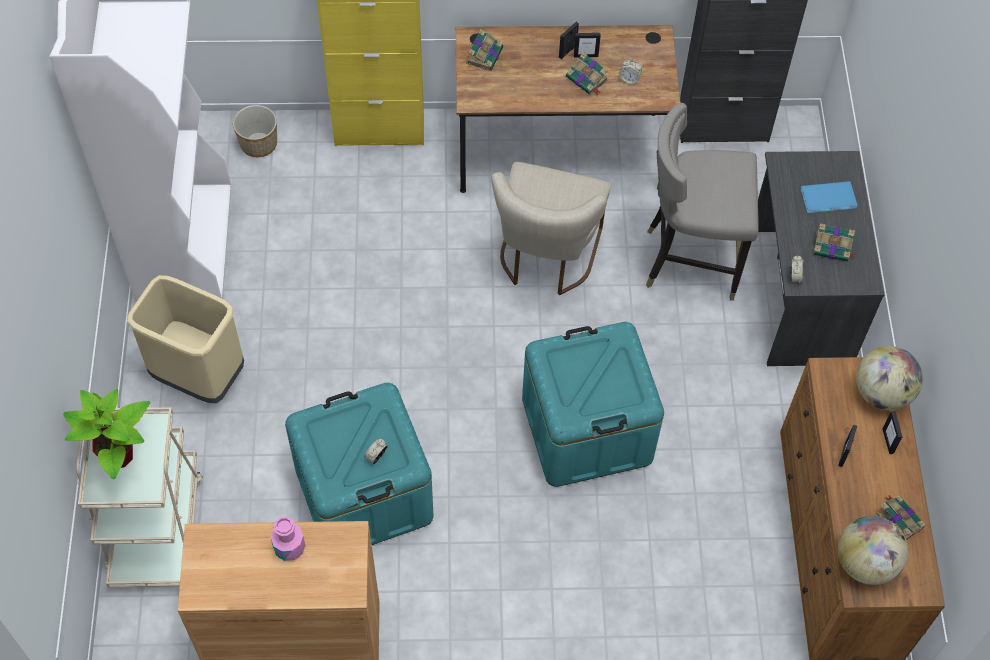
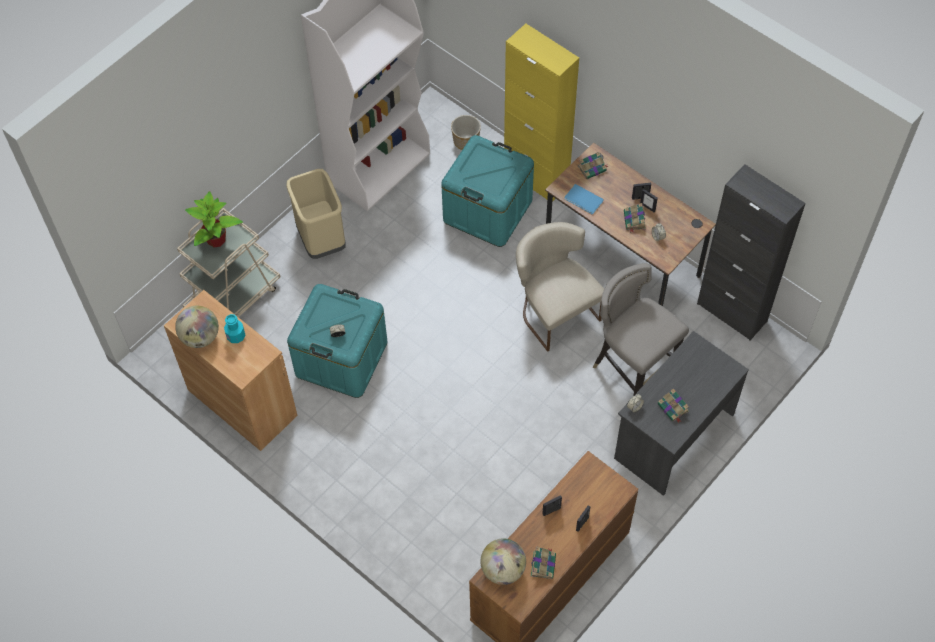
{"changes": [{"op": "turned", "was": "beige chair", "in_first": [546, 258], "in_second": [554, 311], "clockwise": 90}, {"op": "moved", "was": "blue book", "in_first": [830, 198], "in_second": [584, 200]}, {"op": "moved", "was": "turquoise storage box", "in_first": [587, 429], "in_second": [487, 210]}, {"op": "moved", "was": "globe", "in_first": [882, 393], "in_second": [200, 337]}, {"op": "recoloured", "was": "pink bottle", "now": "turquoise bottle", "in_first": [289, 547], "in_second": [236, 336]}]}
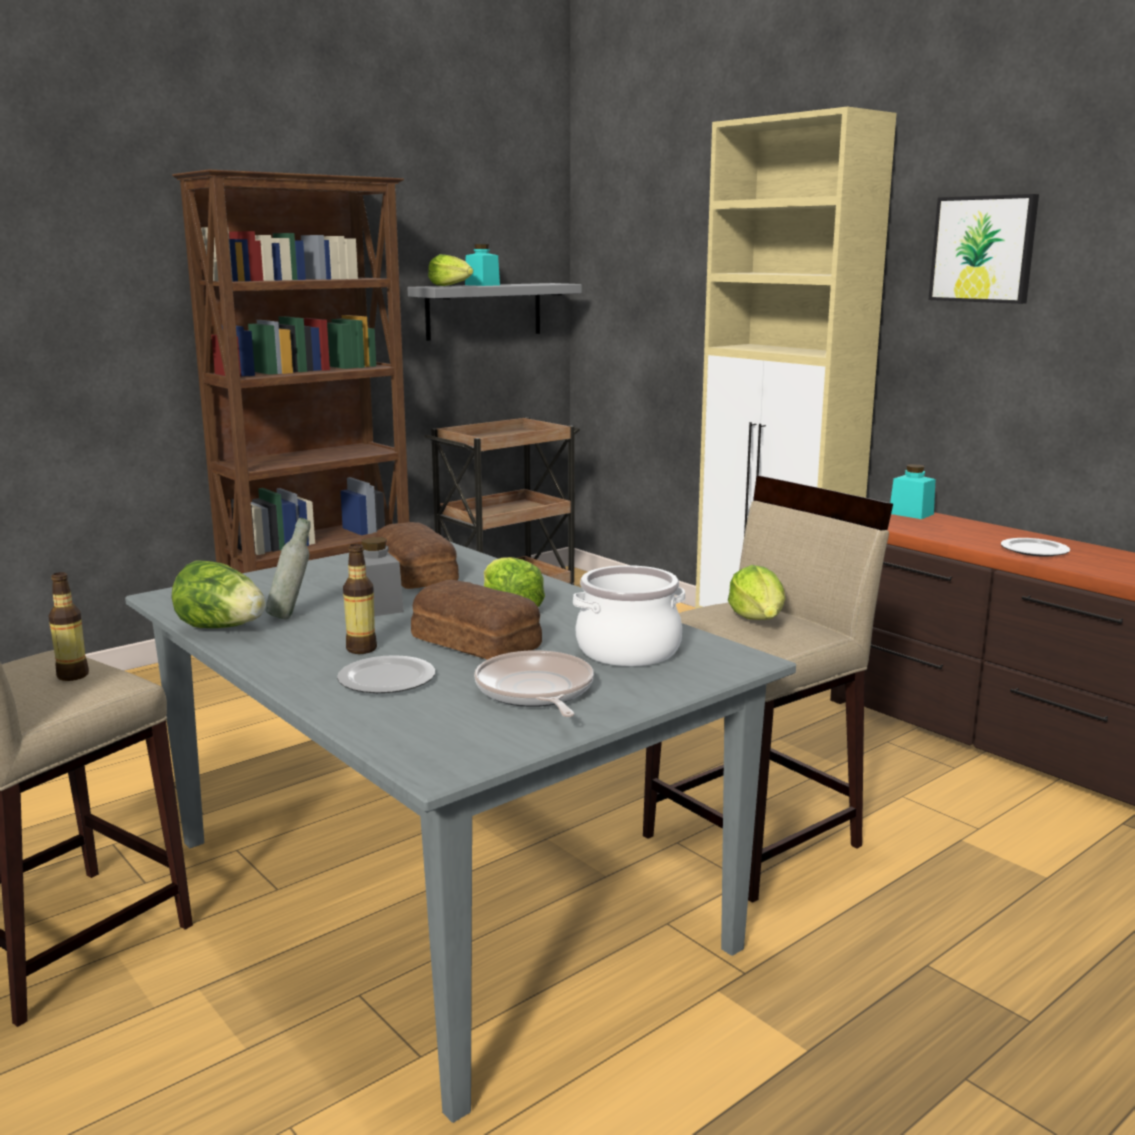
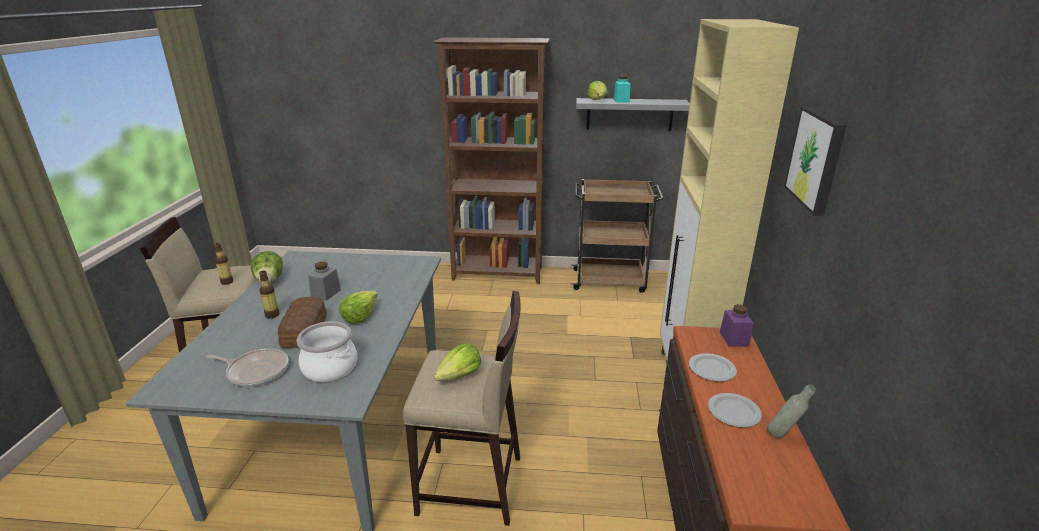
{"changes": [{"op": "recoloured", "was": "turquoise jar", "now": "purple jar", "in_first": [911, 514], "in_second": [734, 339]}, {"op": "moved", "was": "grey bottle", "in_first": [291, 616], "in_second": [783, 435]}, {"op": "removed", "was": "bread", "in_first": [414, 574]}, {"op": "turned", "was": "frying pan", "in_first": [535, 692], "in_second": [256, 371], "clockwise": 75}, {"op": "moved", "was": "plate", "in_first": [385, 680], "in_second": [711, 369]}]}
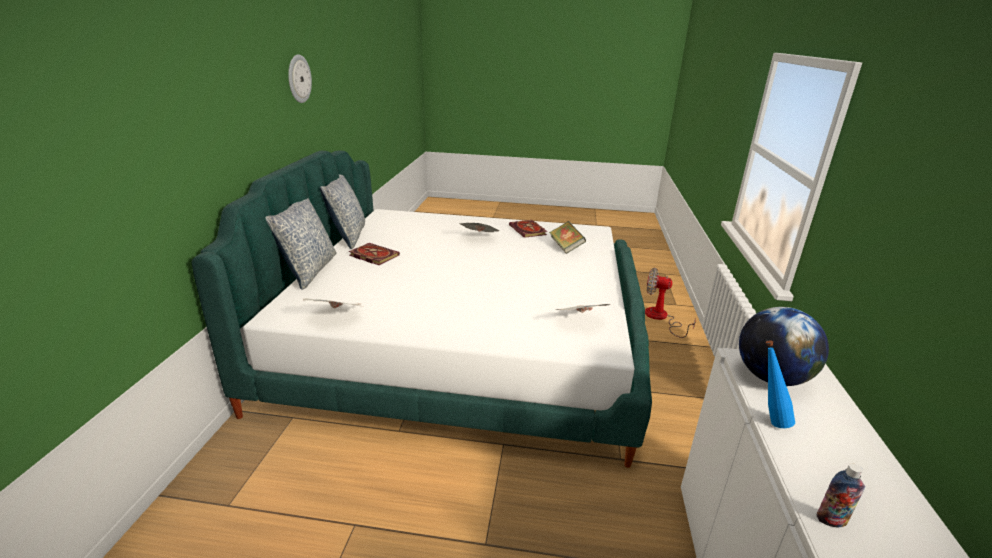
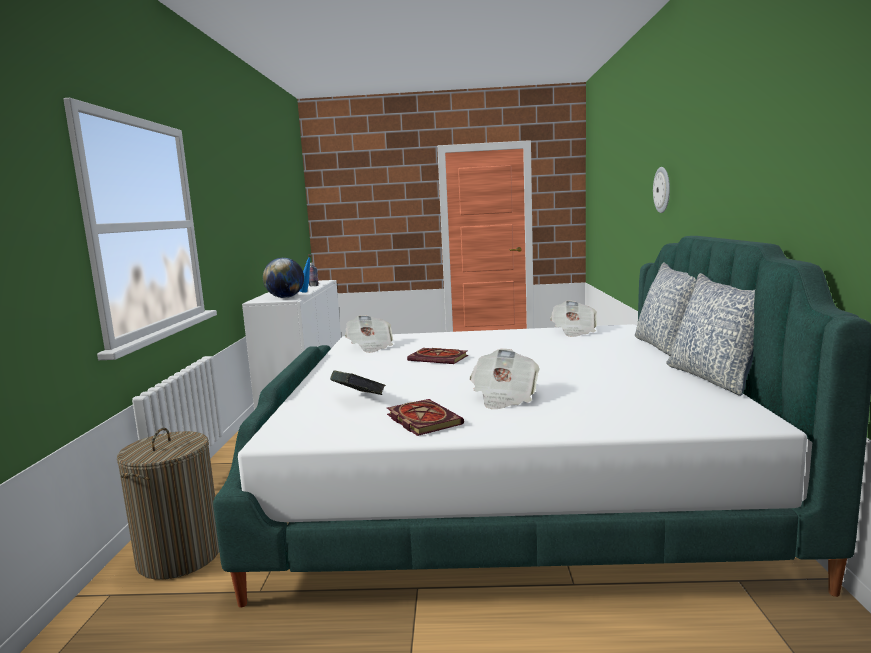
{"changes": [{"op": "moved", "was": "wall clock", "in_first": [298, 79], "in_second": [662, 190]}, {"op": "moved", "was": "book", "in_first": [372, 255], "in_second": [440, 358]}, {"op": "replaced", "was": "fan", "now": "laundry basket", "in_first": [661, 318], "in_second": [180, 555]}]}
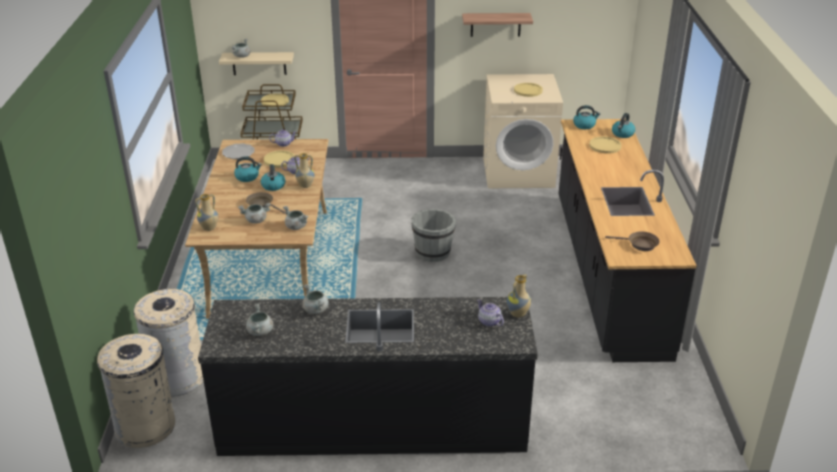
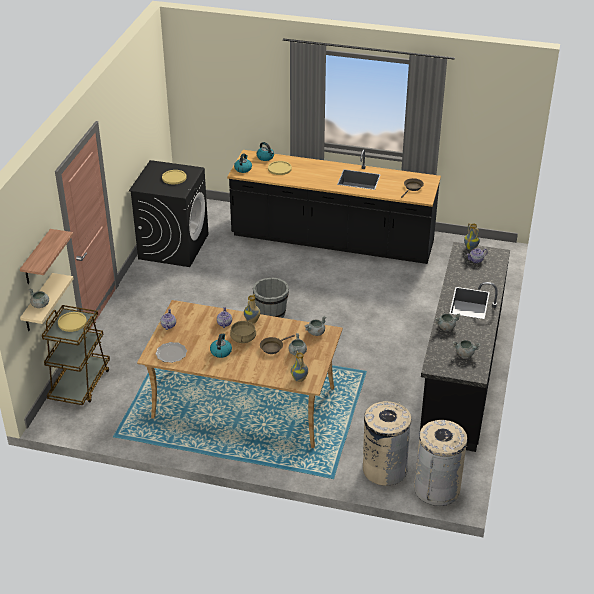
{"changes": [{"op": "moved", "was": "shelf", "in_first": [495, 24], "in_second": [37, 258]}, {"op": "recoloured", "was": "beige washing machine", "now": "black washing machine", "in_first": [518, 172], "in_second": [173, 246]}, {"op": "removed", "was": "yellow plate", "in_first": [279, 160]}, {"op": "replaced", "was": "kettle", "now": "beige cooking pot", "in_first": [273, 185], "in_second": [243, 338]}]}
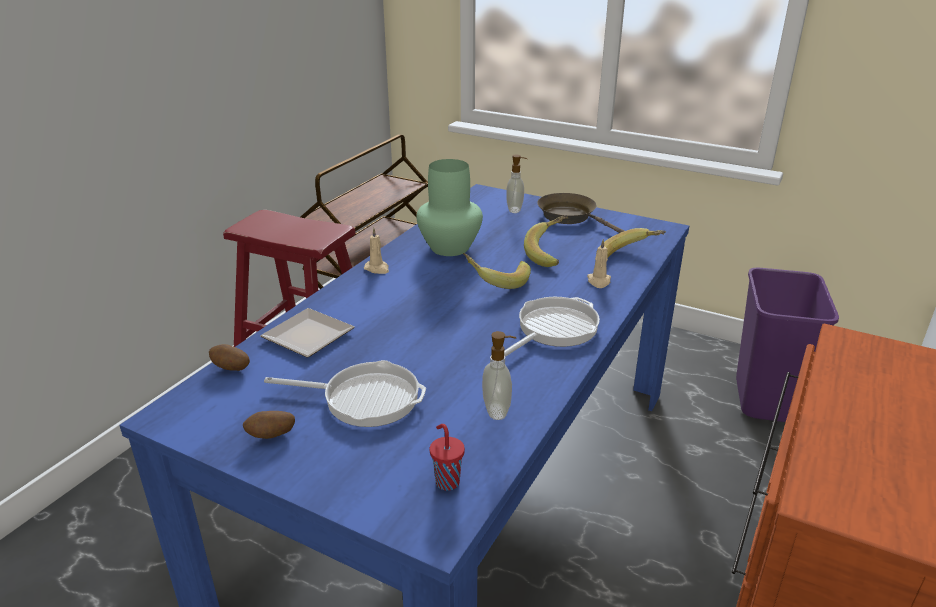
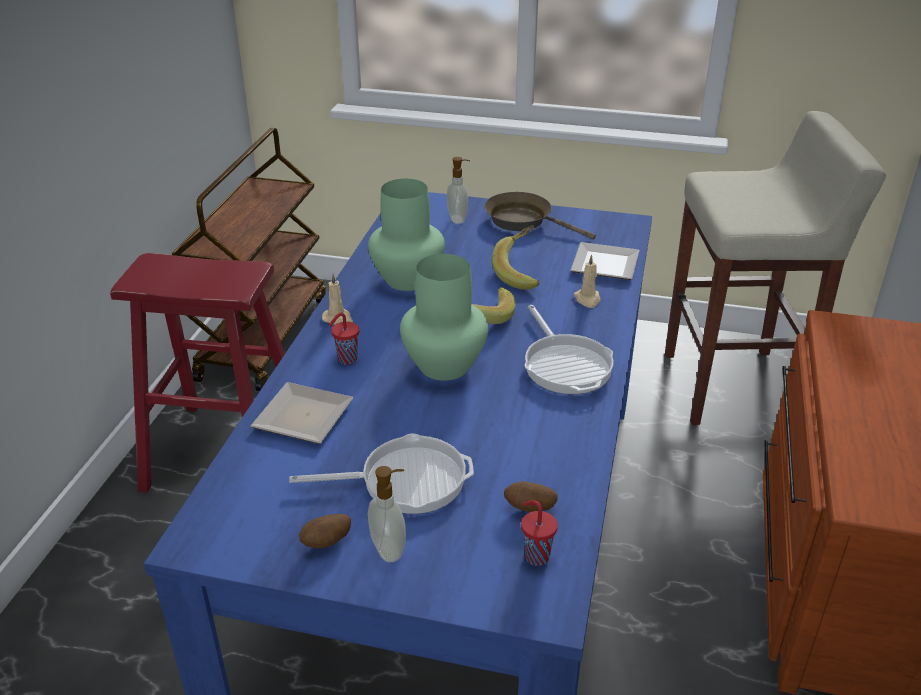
{"changes": [{"op": "replaced", "was": "banana", "now": "plate", "in_first": [628, 258], "in_second": [606, 266]}, {"op": "replaced", "was": "purple trash can", "now": "beige stool", "in_first": [765, 400], "in_second": [734, 387]}, {"op": "turned", "was": "frying pan", "in_first": [553, 329], "in_second": [565, 365], "clockwise": 135}, {"op": "moved", "was": "soap dispenser", "in_first": [498, 410], "in_second": [390, 549]}, {"op": "moved", "was": "potato", "in_first": [231, 369], "in_second": [529, 509]}, {"op": "added", "now": "green vase", "in_second": [446, 365]}, {"op": "added", "now": "red cup", "in_second": [346, 359]}]}
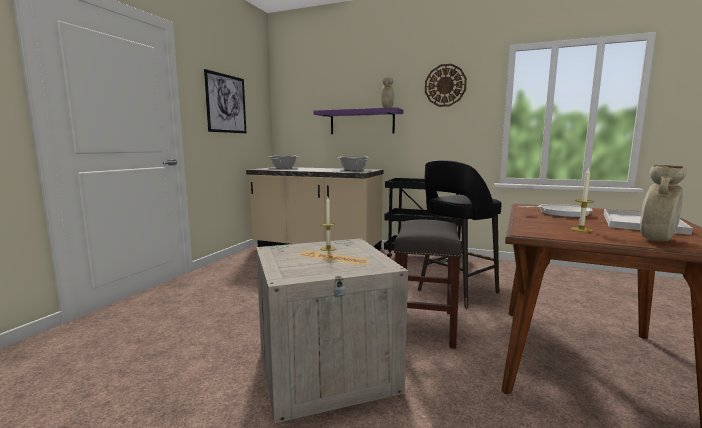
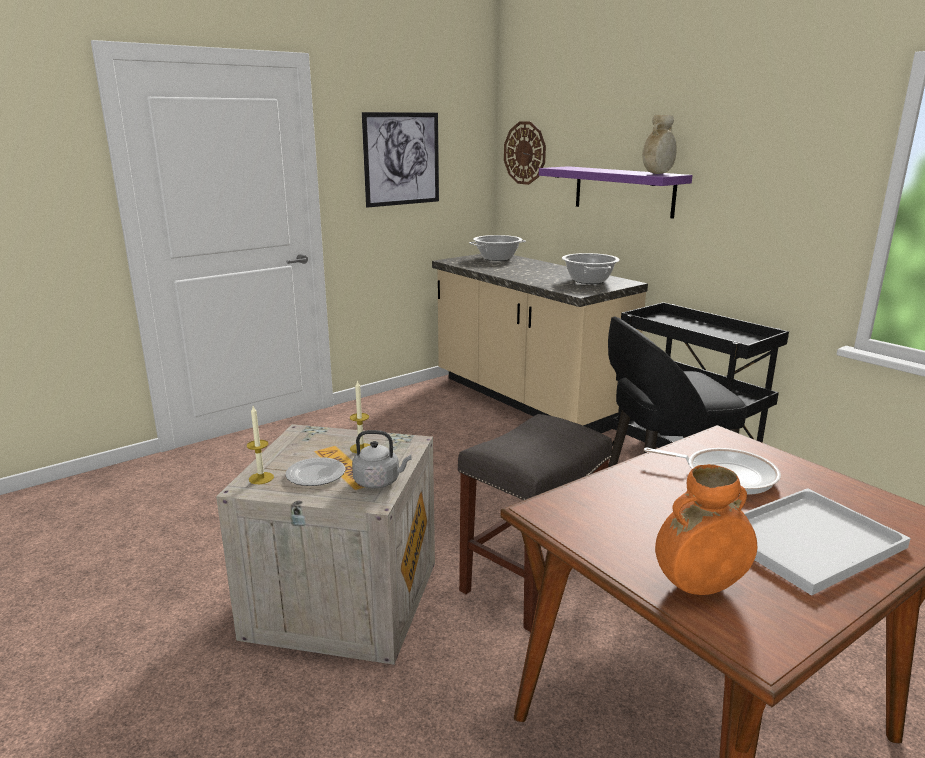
{"changes": [{"op": "moved", "was": "wall clock", "in_first": [445, 85], "in_second": [525, 153]}, {"op": "recoloured", "was": "beige vase", "now": "orange vase", "in_first": [656, 240], "in_second": [699, 587]}, {"op": "moved", "was": "candle", "in_first": [581, 229], "in_second": [261, 478]}, {"op": "added", "now": "grey kettle", "in_second": [379, 482]}, {"op": "added", "now": "plate", "in_second": [316, 475]}]}
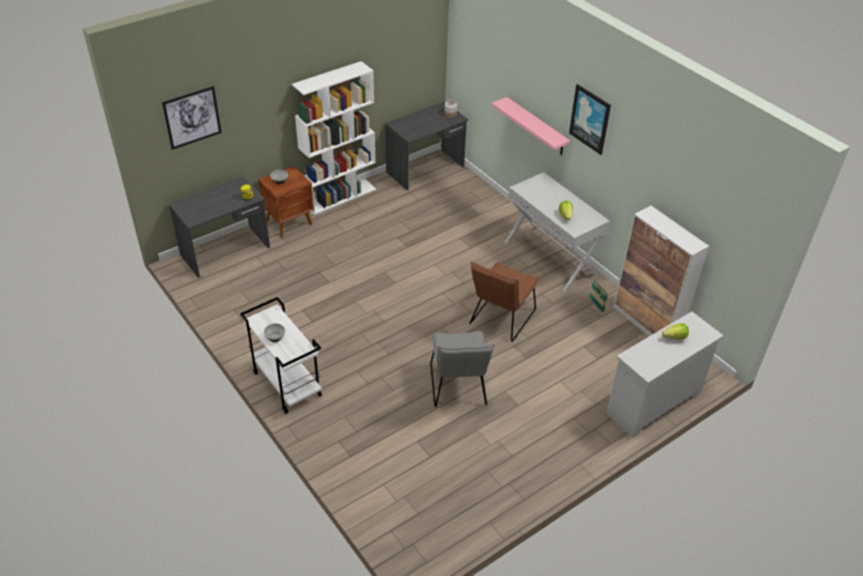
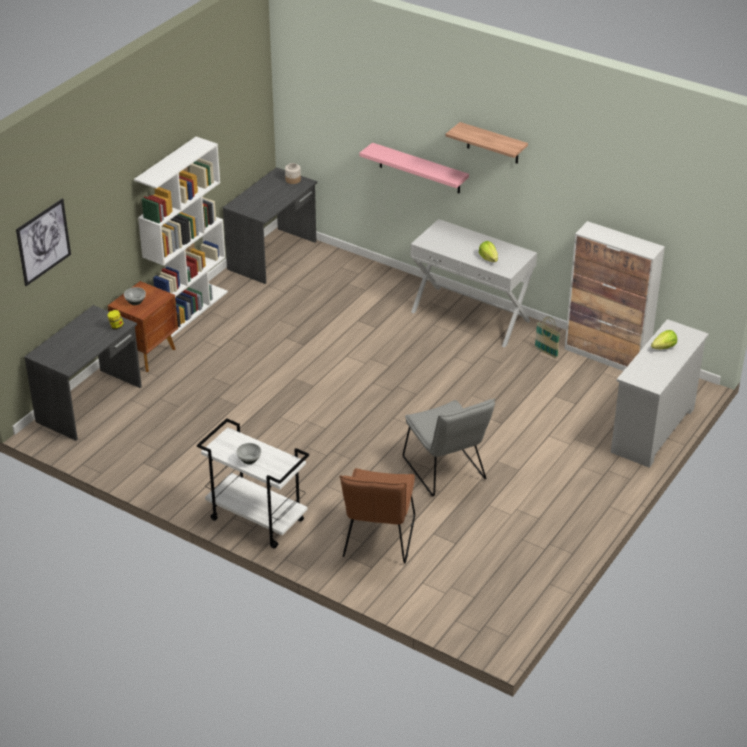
{"changes": [{"op": "replaced", "was": "picture", "now": "shelf", "in_first": [590, 119], "in_second": [493, 143]}, {"op": "moved", "was": "brown chair", "in_first": [500, 320], "in_second": [378, 541]}]}
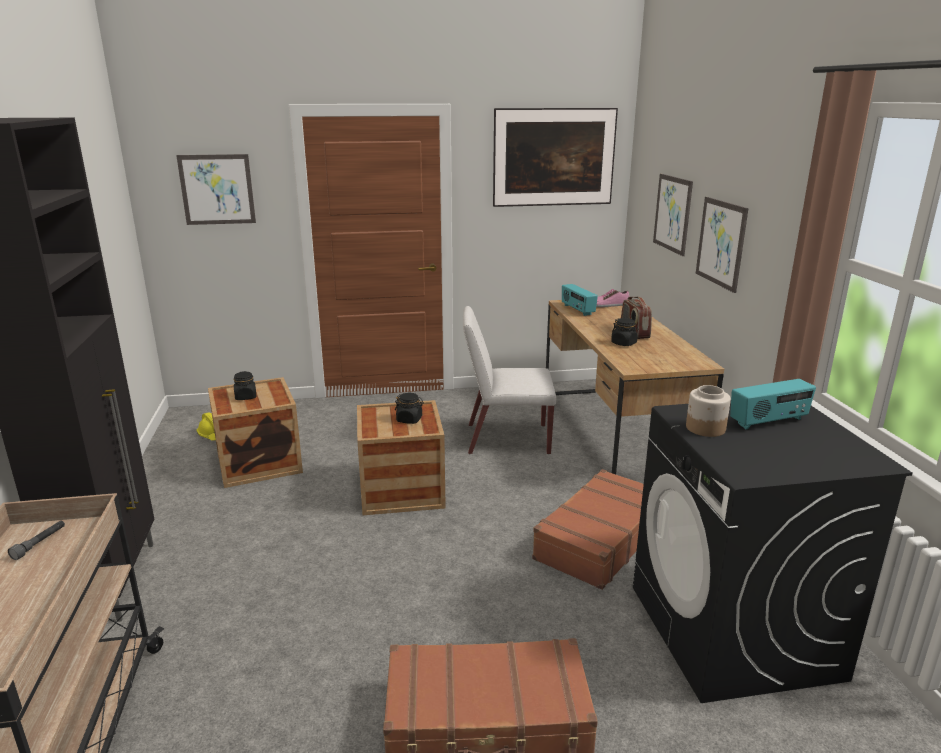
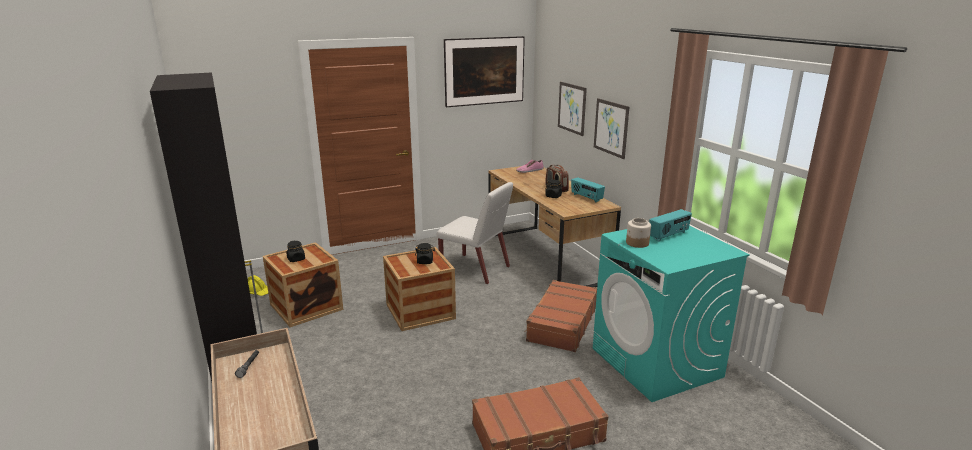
{"changes": [{"op": "removed", "was": "picture", "in_first": [217, 189]}, {"op": "moved", "was": "radio", "in_first": [577, 310], "in_second": [586, 197]}, {"op": "turned", "was": "white chair", "in_first": [506, 439], "in_second": [476, 269], "clockwise": -135}, {"op": "recoloured", "was": "black washing machine", "now": "turquoise washing machine", "in_first": [733, 632], "in_second": [656, 363]}]}
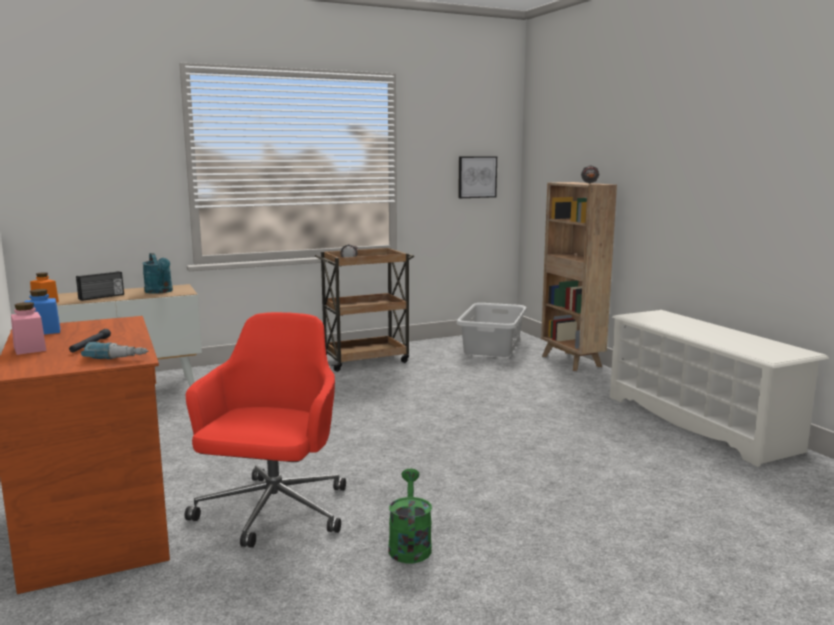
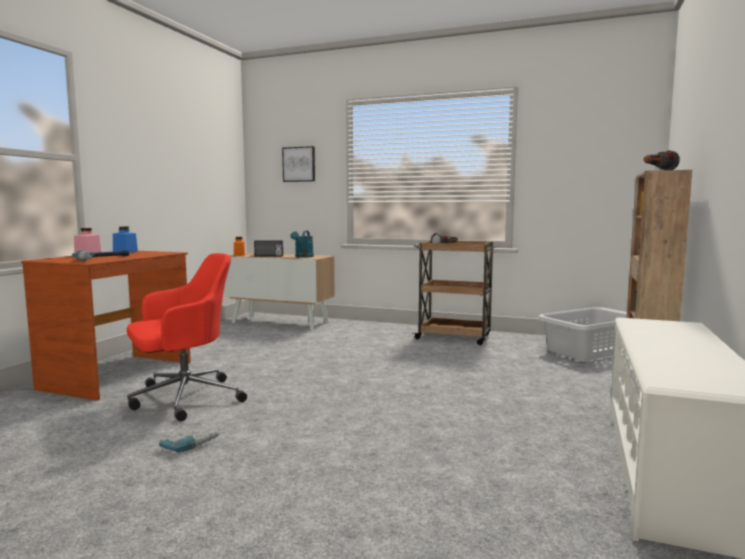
{"changes": [{"op": "moved", "was": "picture", "in_first": [477, 177], "in_second": [299, 164]}, {"op": "replaced", "was": "green watering can", "now": "power drill", "in_first": [409, 545], "in_second": [189, 445]}]}
